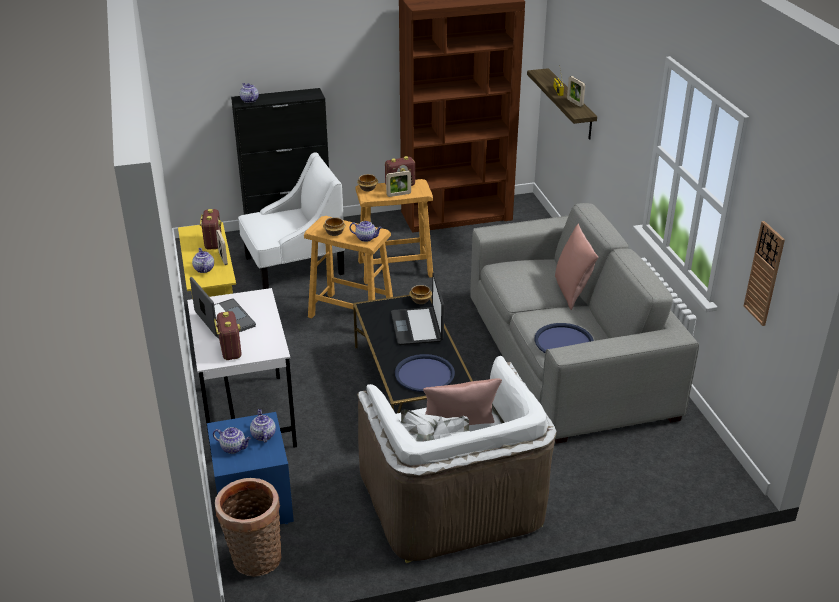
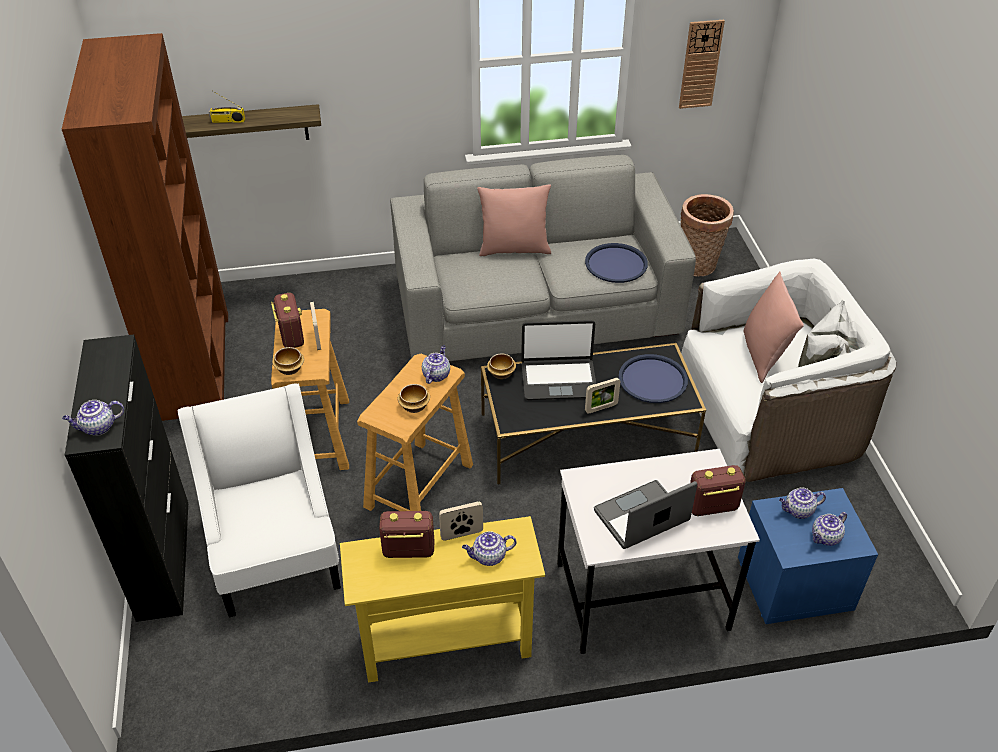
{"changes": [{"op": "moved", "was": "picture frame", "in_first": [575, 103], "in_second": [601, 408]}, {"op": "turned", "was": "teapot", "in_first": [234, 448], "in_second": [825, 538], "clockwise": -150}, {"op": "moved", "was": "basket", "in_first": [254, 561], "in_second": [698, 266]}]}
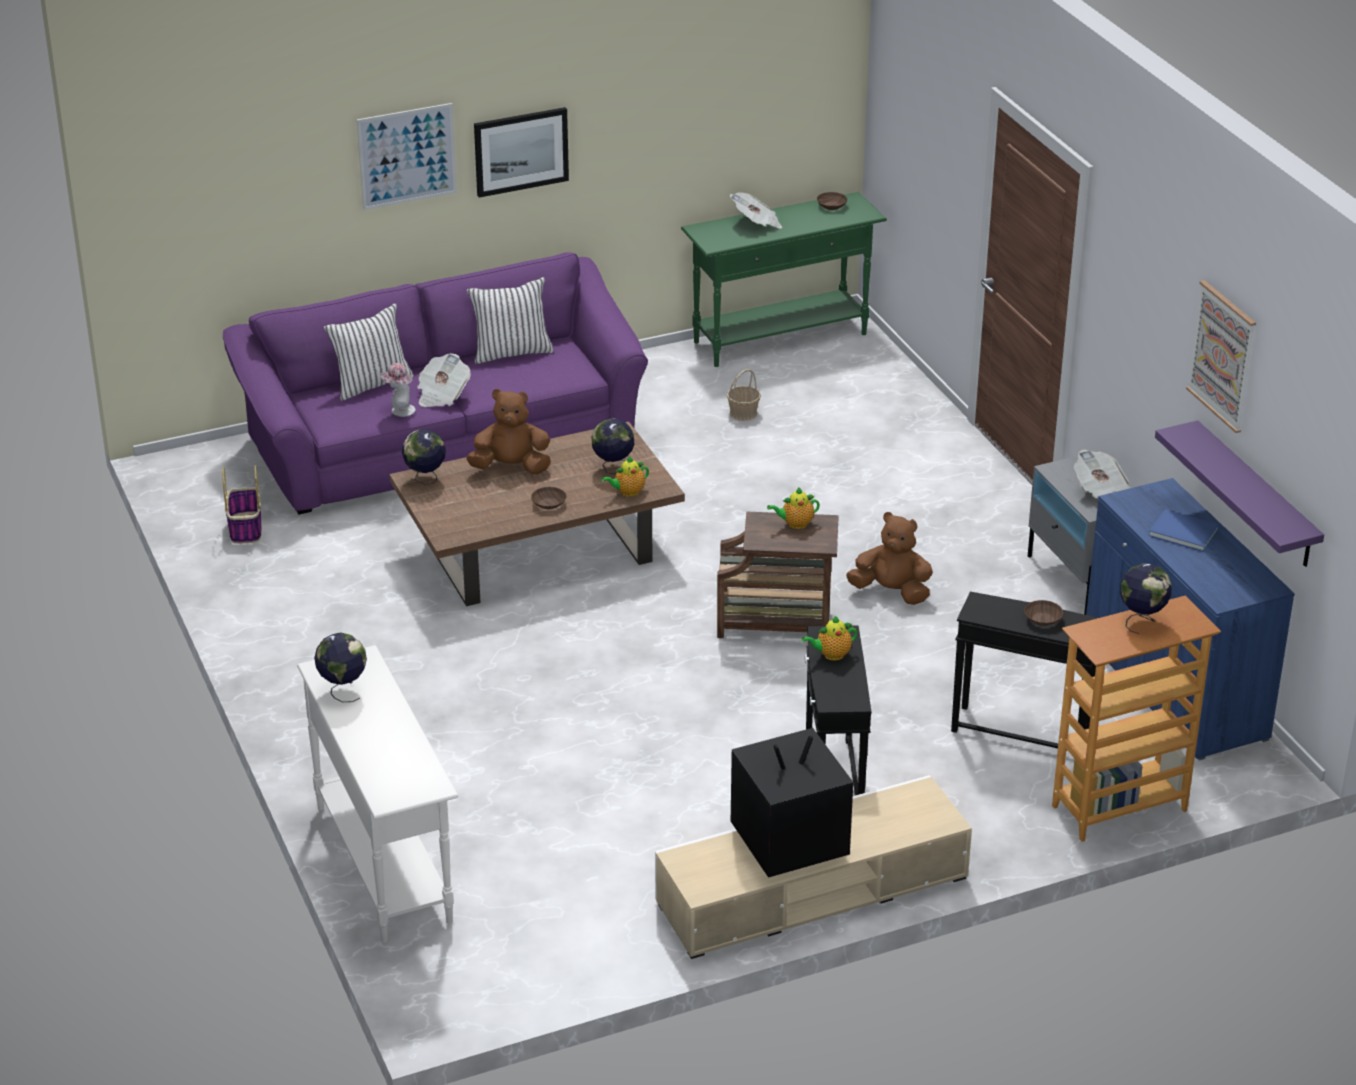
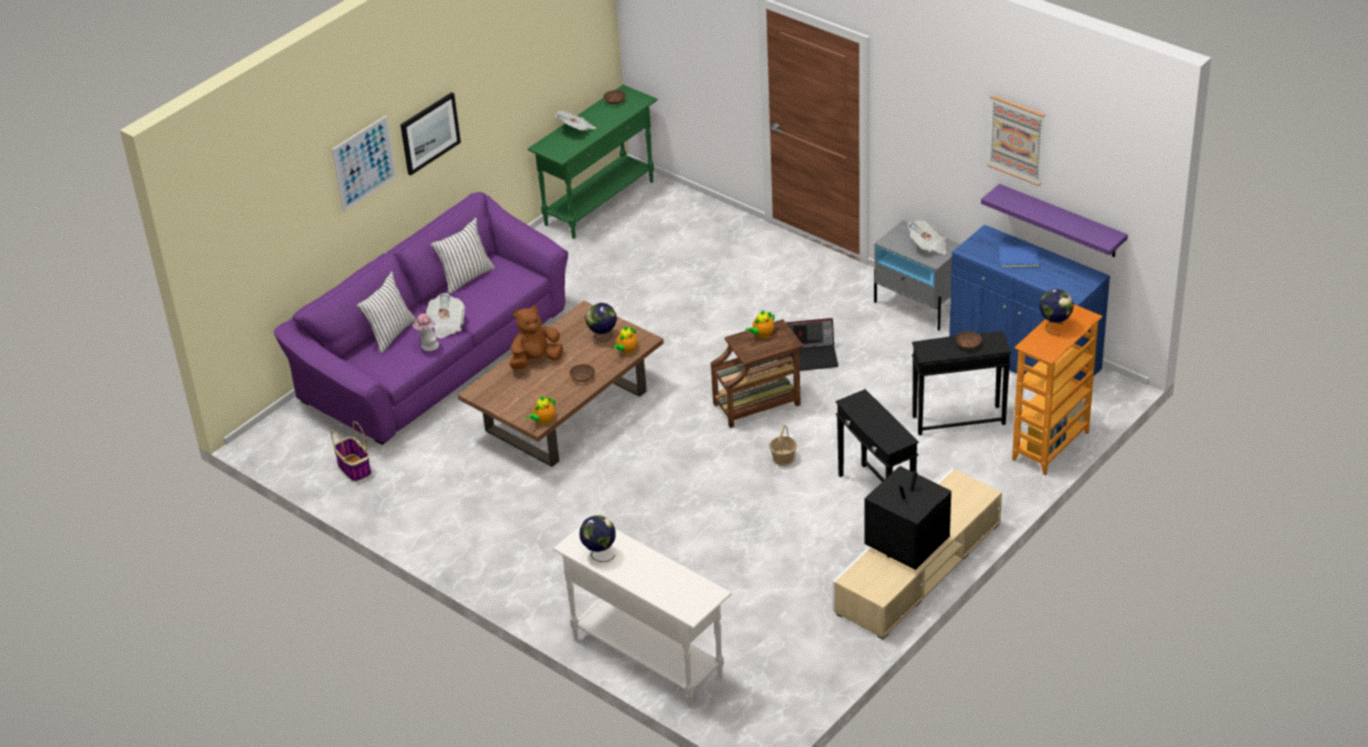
{"changes": [{"op": "moved", "was": "basket", "in_first": [743, 413], "in_second": [783, 458]}, {"op": "removed", "was": "globe", "in_first": [425, 479]}, {"op": "replaced", "was": "brown plush toy", "now": "laptop", "in_first": [891, 592], "in_second": [811, 357]}, {"op": "moved", "was": "teapot", "in_first": [831, 655], "in_second": [543, 420]}]}
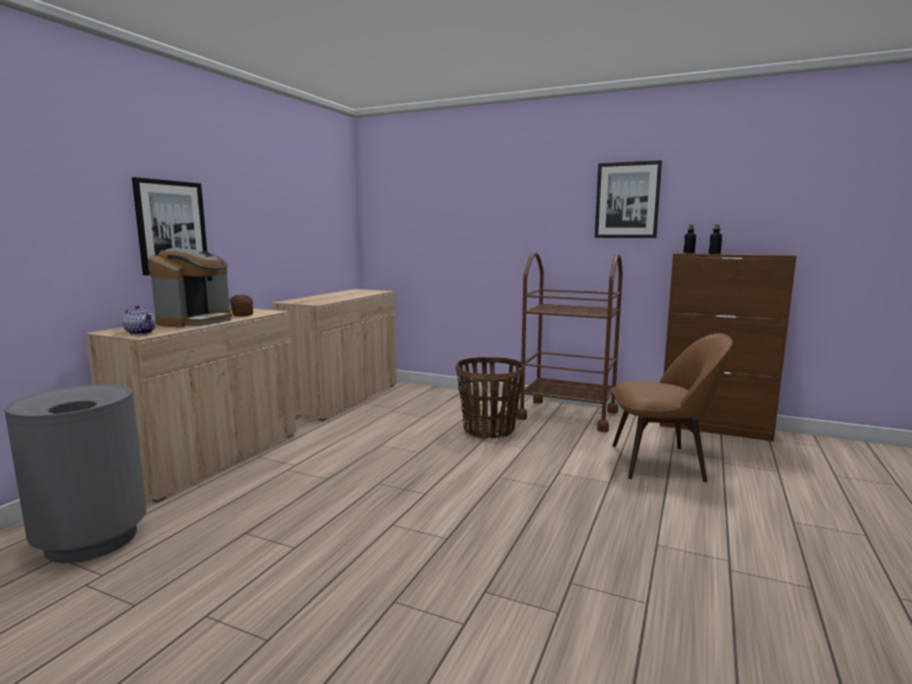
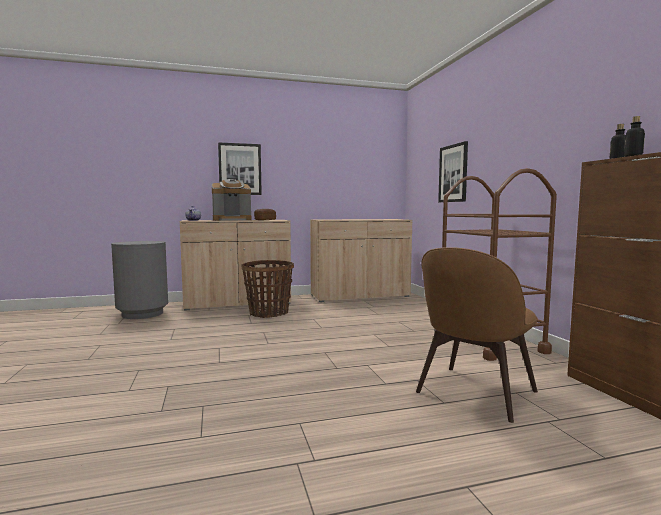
{"changes": [{"op": "moved", "was": "picture", "in_first": [627, 200], "in_second": [453, 173]}, {"op": "turned", "was": "brown chair", "in_first": [661, 462], "in_second": [474, 393], "clockwise": 75}, {"op": "moved", "was": "basket", "in_first": [489, 429], "in_second": [268, 313]}]}
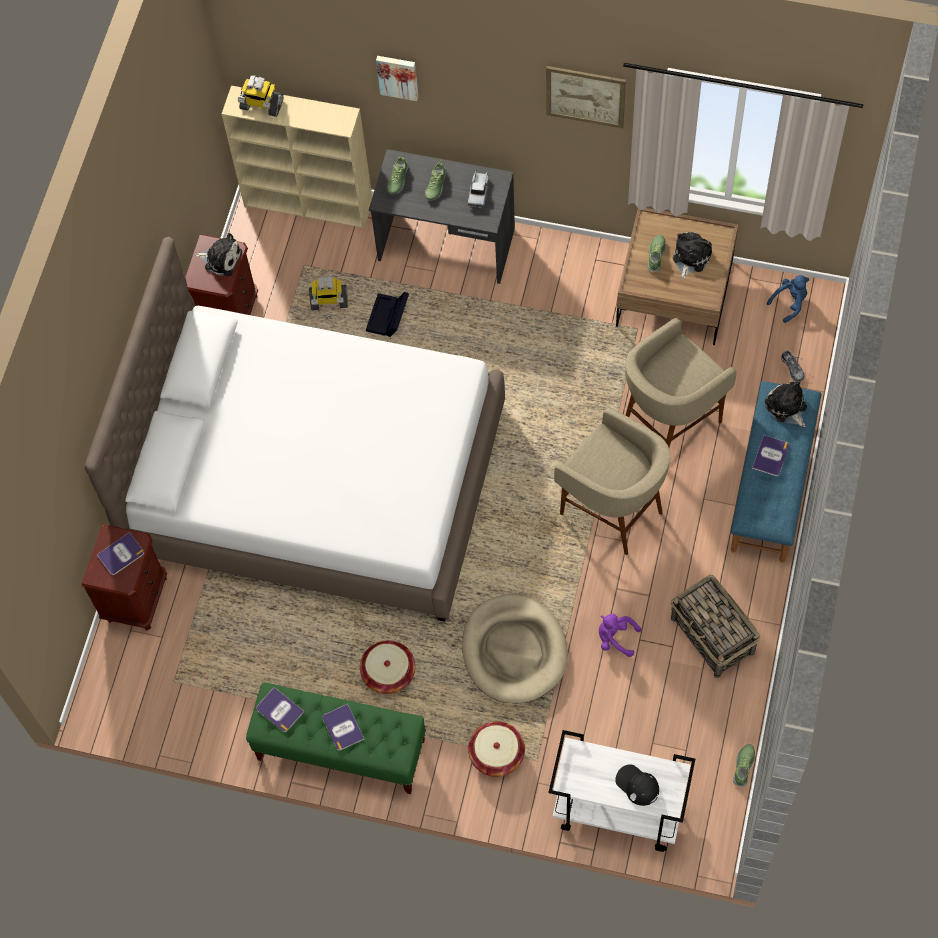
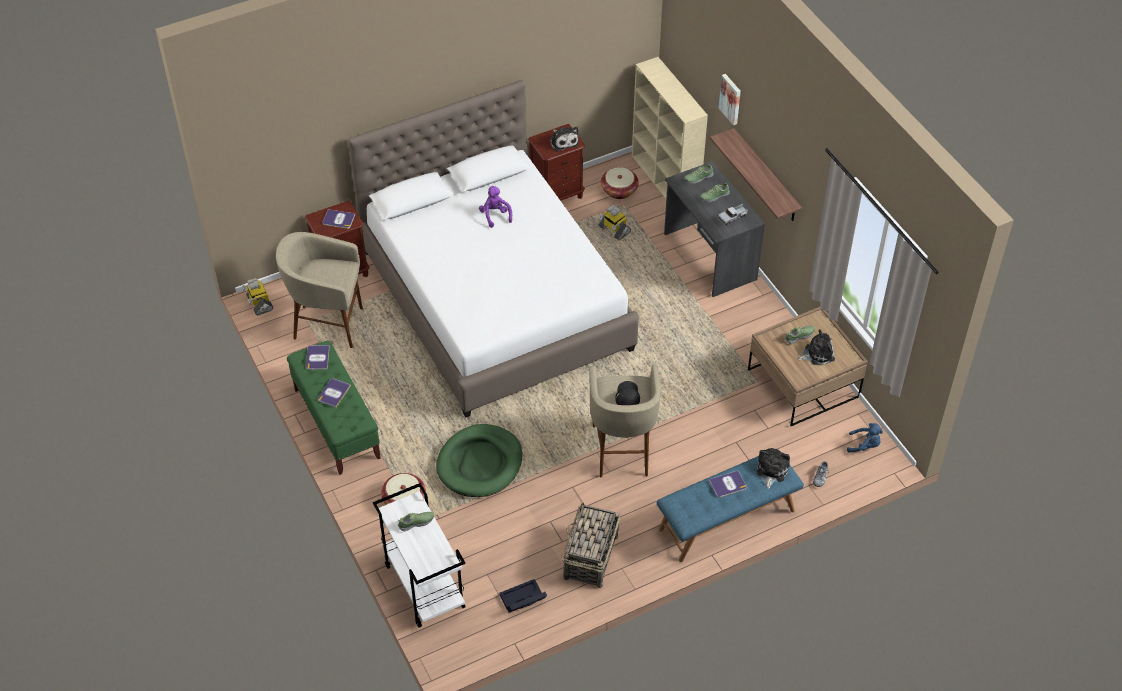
{"changes": [{"op": "removed", "was": "picture", "in_first": [585, 96]}, {"op": "moved", "was": "toy robot", "in_first": [261, 105], "in_second": [259, 303]}, {"op": "moved", "was": "black storage box", "in_first": [388, 318], "in_second": [522, 600]}, {"op": "moved", "was": "beige stool", "in_first": [669, 423], "in_second": [327, 325]}, {"op": "recoloured", "was": "beige dog bed", "now": "green dog bed", "in_first": [514, 651], "in_second": [480, 463]}, {"op": "moved", "was": "purple plush toy", "in_first": [615, 638], "in_second": [495, 215]}, {"op": "moved", "was": "basket", "in_first": [388, 672], "in_second": [619, 190]}, {"op": "moved", "was": "shoe", "in_first": [744, 766], "in_second": [416, 523]}, {"op": "moved", "was": "black cap", "in_first": [637, 785], "in_second": [627, 396]}, {"op": "added", "now": "shelf", "in_second": [766, 177]}]}
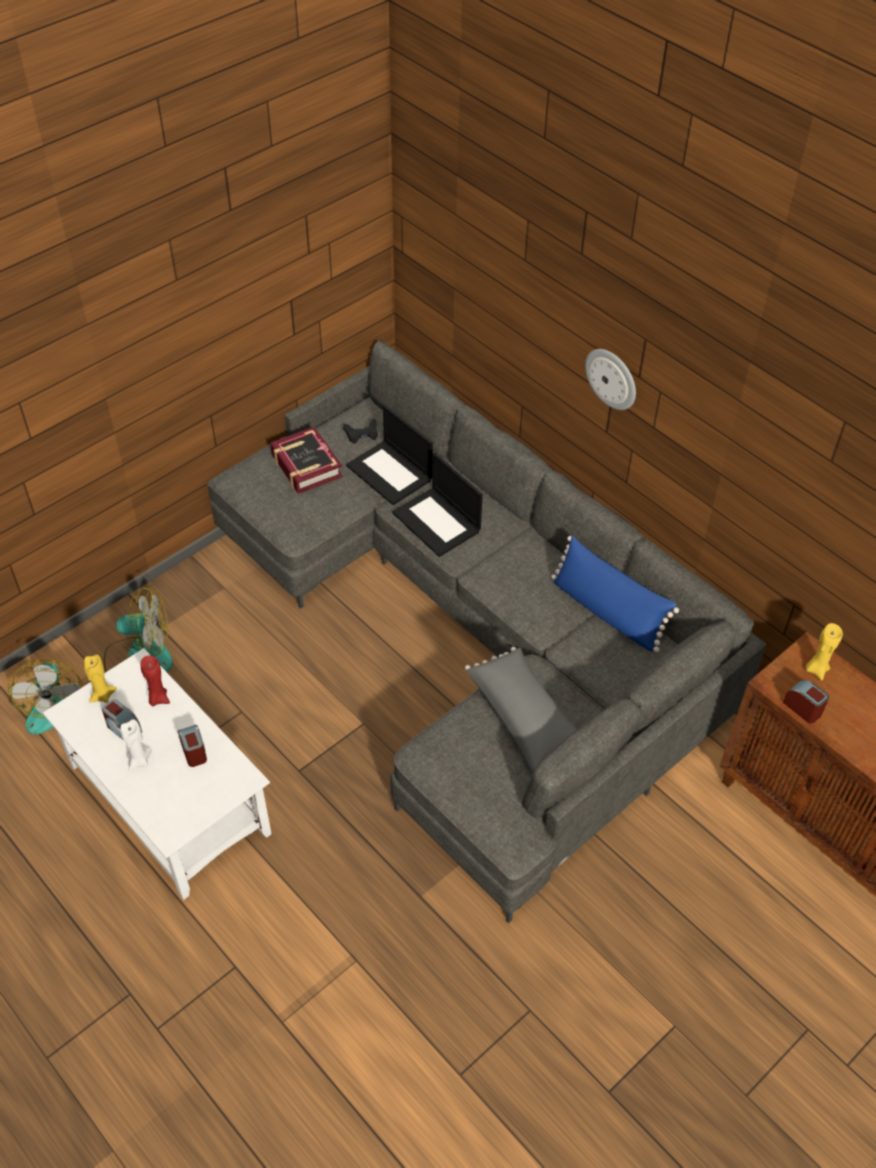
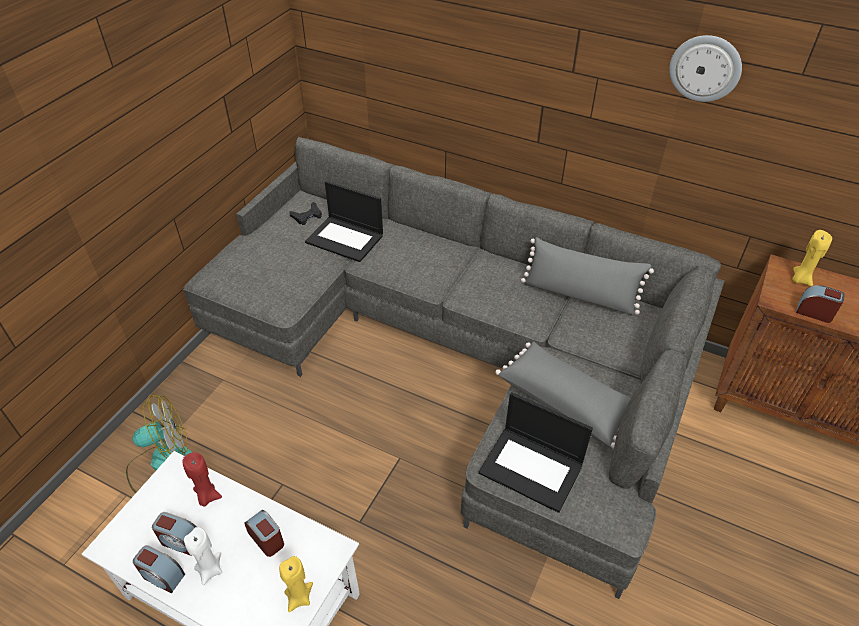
{"changes": [{"op": "moved", "was": "wall clock", "in_first": [612, 378], "in_second": [705, 68]}, {"op": "removed", "was": "book", "in_first": [306, 466]}, {"op": "moved", "was": "laptop", "in_first": [438, 522], "in_second": [532, 468]}, {"op": "recoloured", "was": "blue pillow", "now": "grey pillow", "in_first": [607, 612], "in_second": [580, 295]}, {"op": "moved", "was": "yellow candle", "in_first": [102, 695], "in_second": [299, 597]}, {"op": "removed", "was": "fan", "in_first": [49, 703]}, {"op": "added", "now": "alarm clock", "in_second": [162, 576]}]}
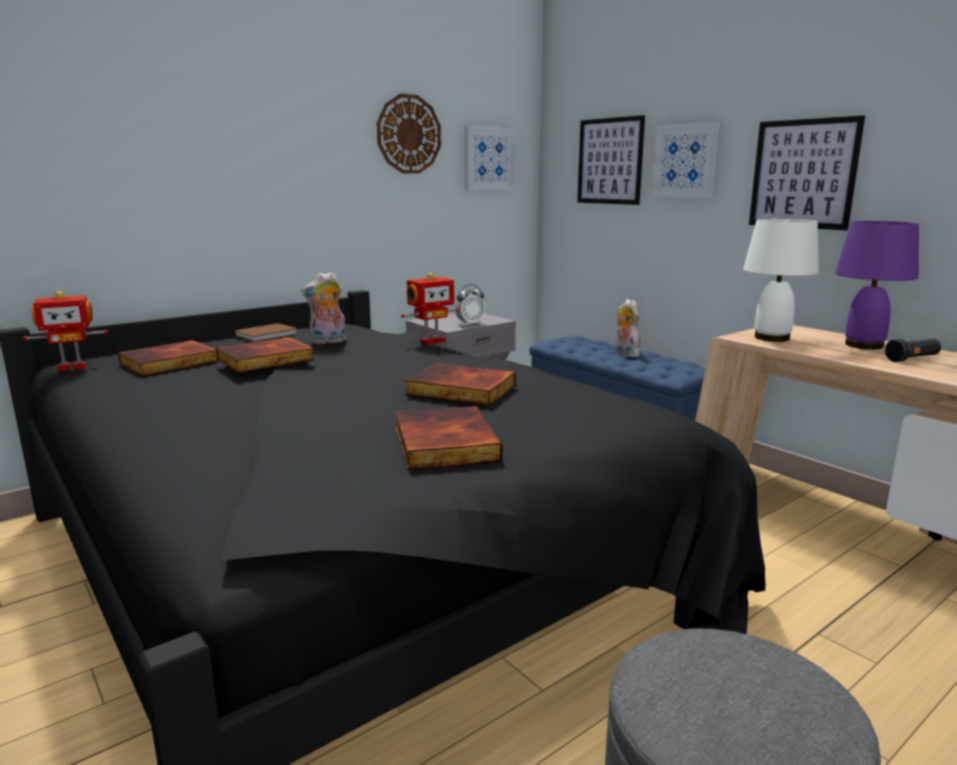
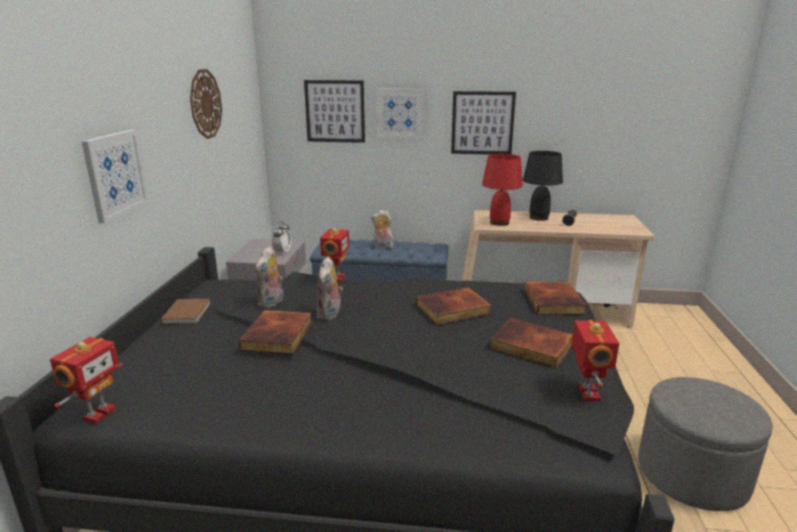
{"changes": [{"op": "moved", "was": "picture", "in_first": [488, 158], "in_second": [115, 174]}, {"op": "recoloured", "was": "white table lamp", "now": "red table lamp", "in_first": [772, 338], "in_second": [499, 223]}, {"op": "recoloured", "was": "purple table lamp", "now": "black table lamp", "in_first": [864, 345], "in_second": [539, 218]}, {"op": "moved", "was": "book", "in_first": [170, 363], "in_second": [554, 301]}, {"op": "added", "now": "plush toy", "in_second": [330, 314]}, {"op": "added", "now": "toy robot", "in_second": [587, 393]}]}
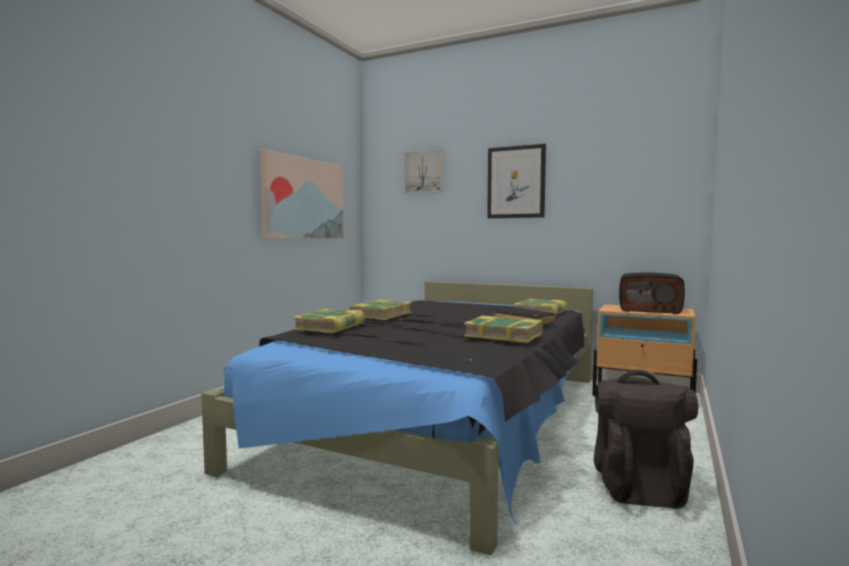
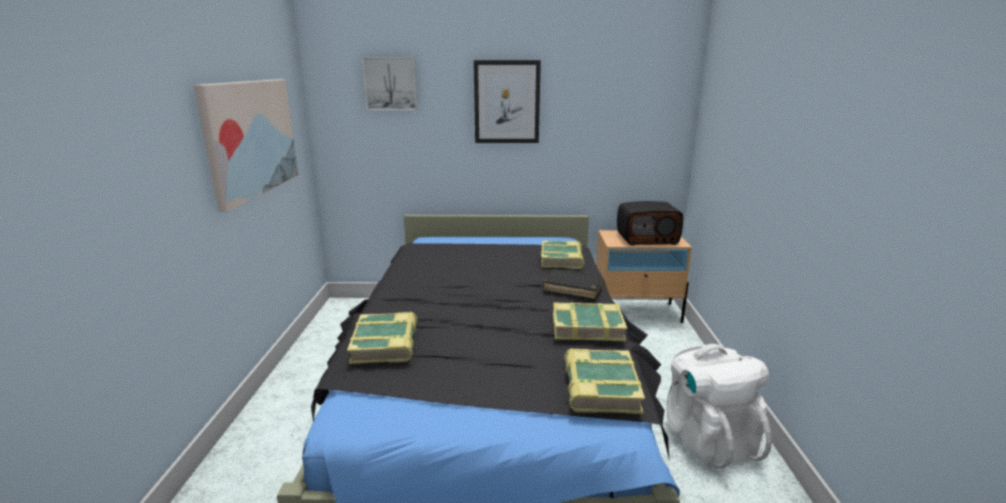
{"changes": [{"op": "moved", "was": "book", "in_first": [380, 315], "in_second": [599, 387]}, {"op": "recoloured", "was": "black backpack", "now": "white backpack", "in_first": [638, 485], "in_second": [707, 438]}]}
